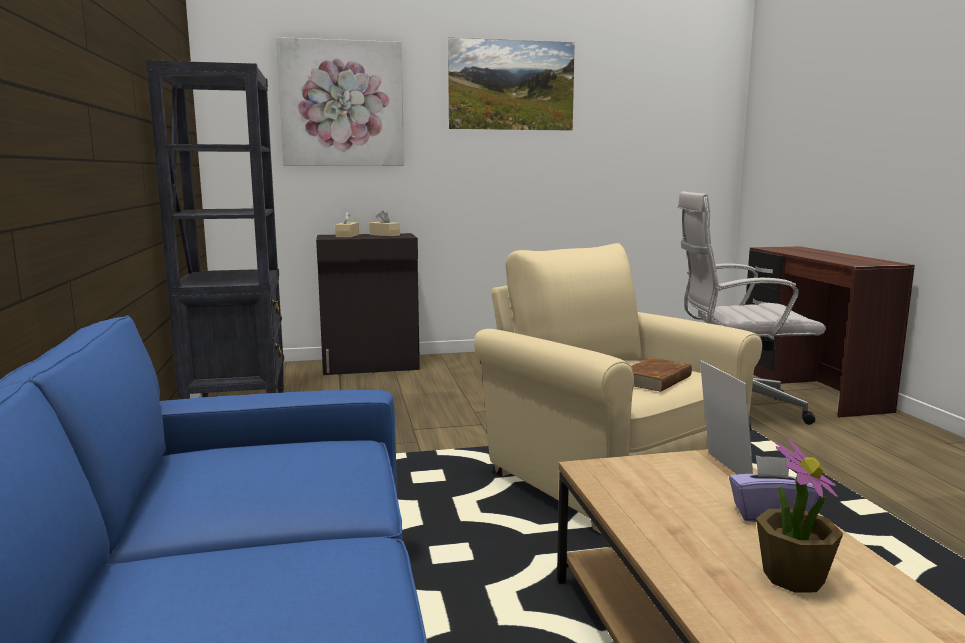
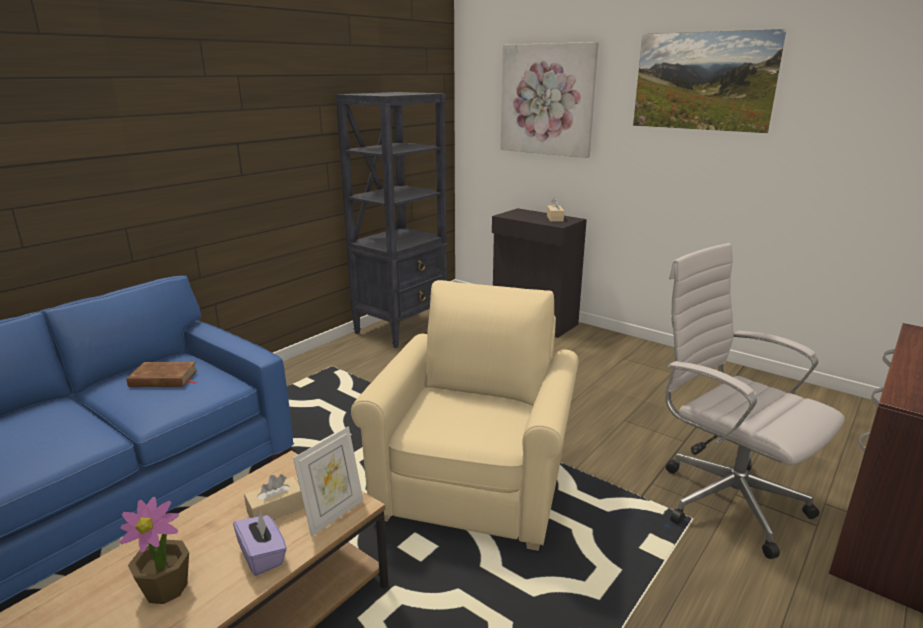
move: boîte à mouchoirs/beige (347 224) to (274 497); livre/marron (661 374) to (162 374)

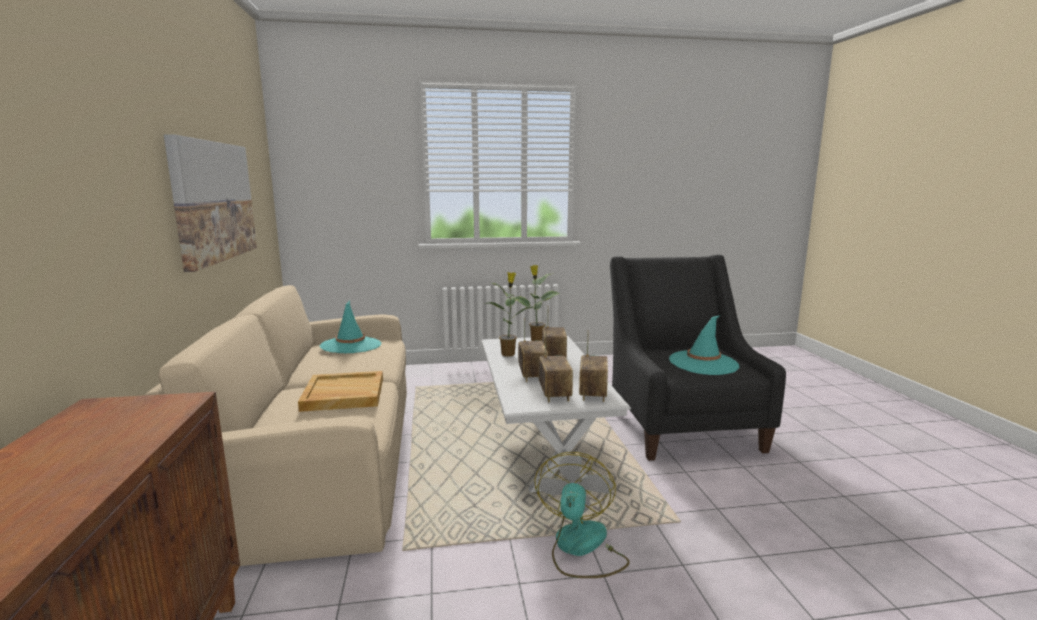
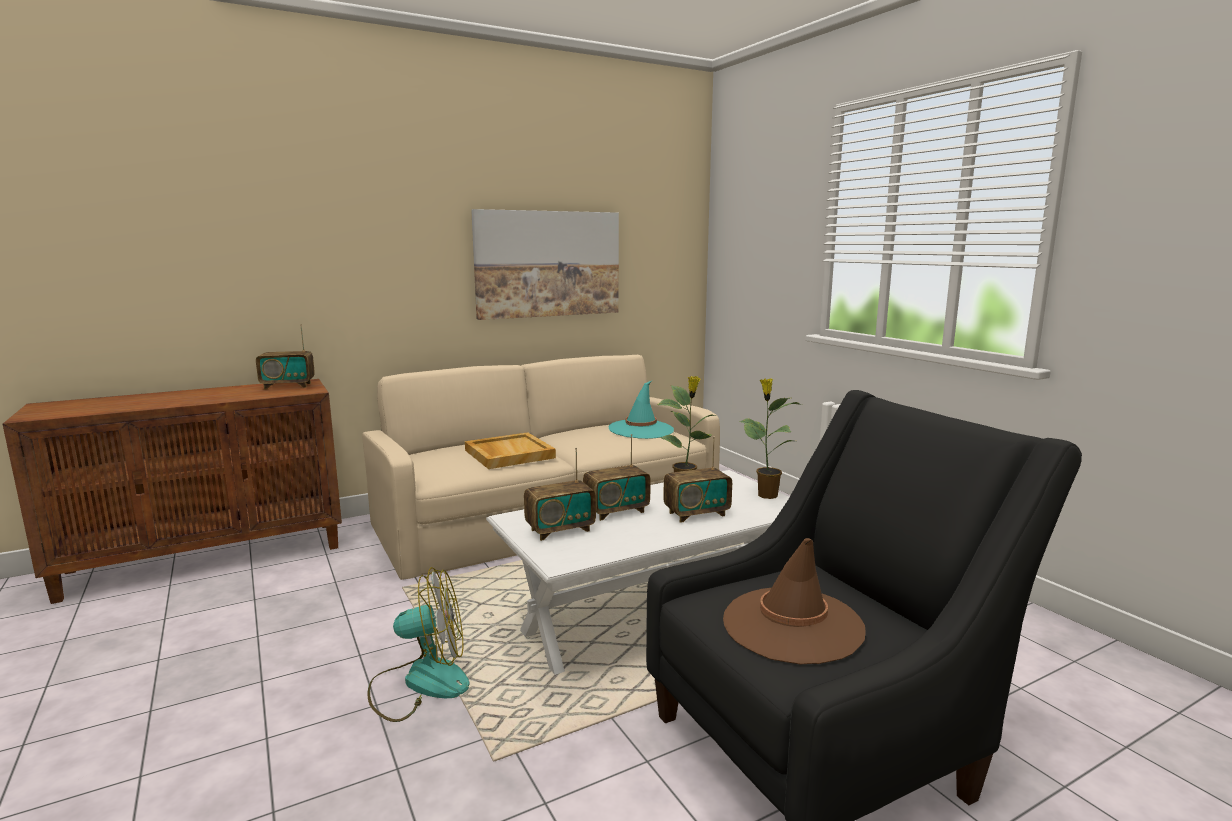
move: radio (593 366) to (285 356)
recolor: chapeau/turquoise (704 345) to chapeau/marron (794 601)

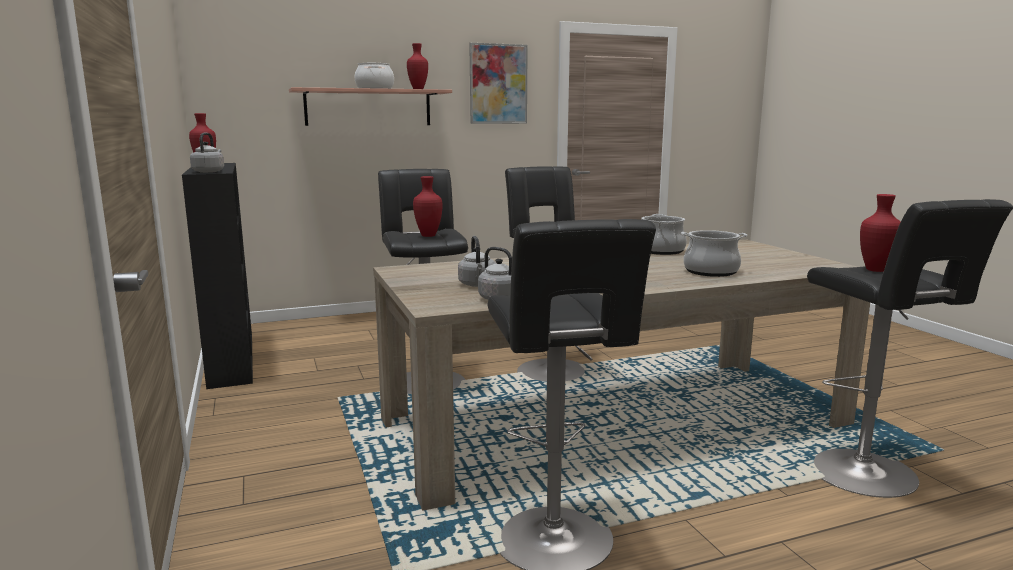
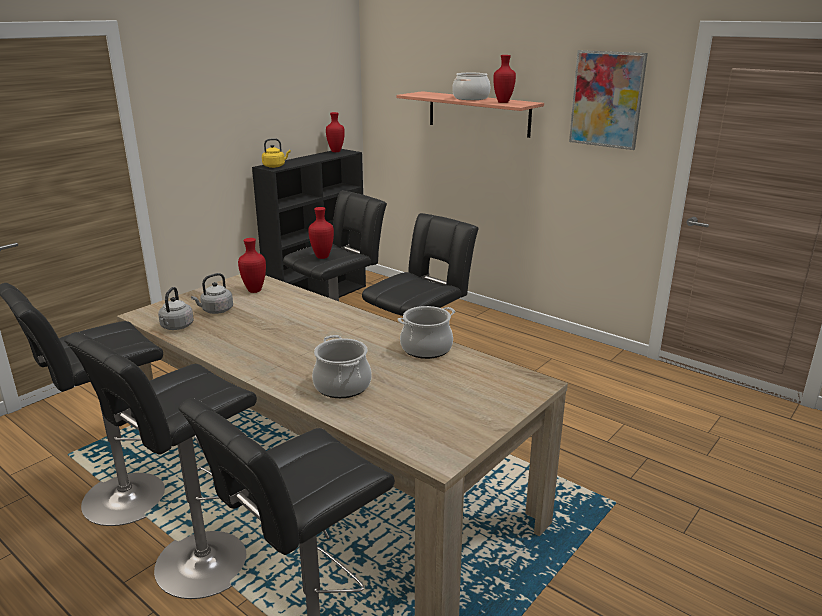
insert: tabouret/noir (160 465)
move: vase/rouge (880 233) to (252 265)
recolor: bouilloire/gris (207 153) to bouilloire/jaune (276 153)

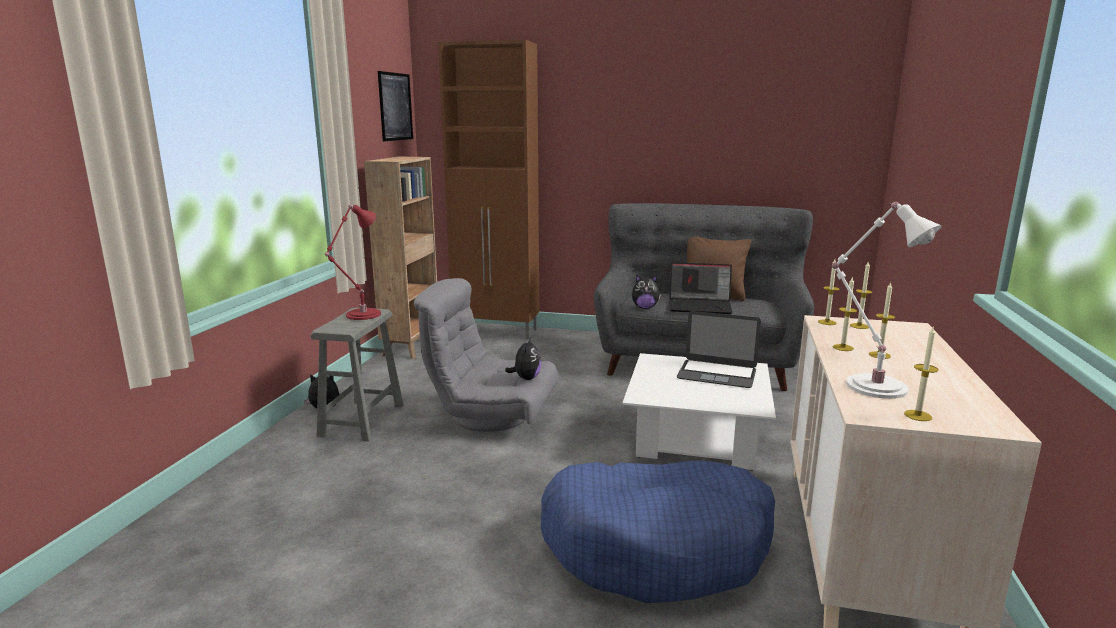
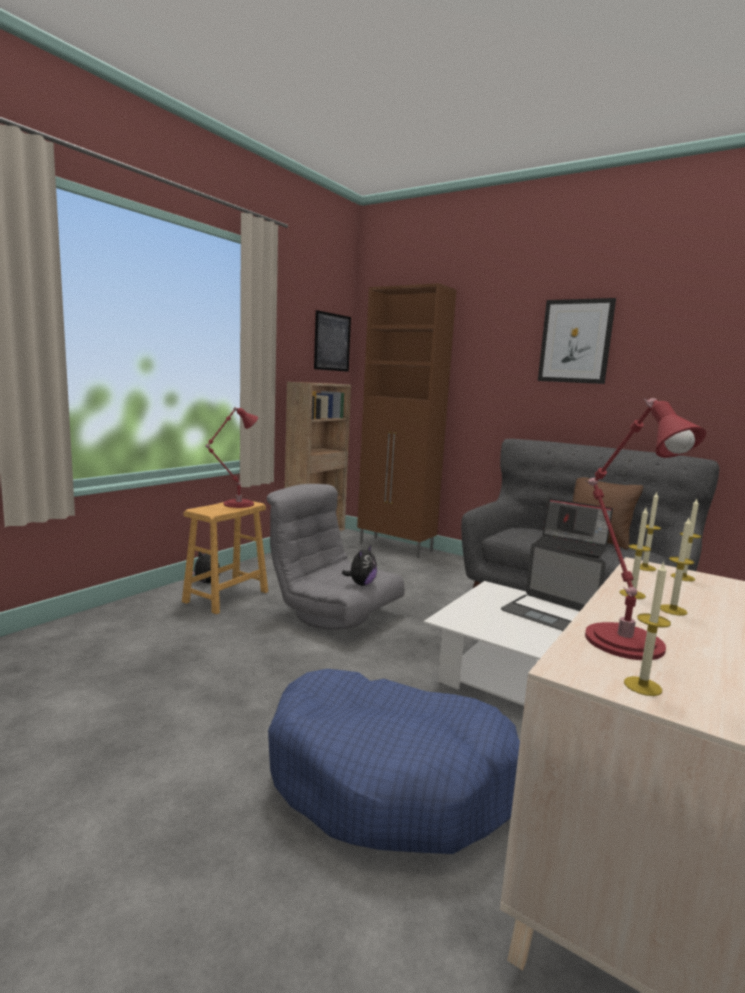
delete: peluche (646 292)
insert: tableau (577 341)
recolor: tabouret/gris (357 374) to tabouret/marron (225 557); lampe de table/blanc (885 300) to lampe de table/rouge (645 529)

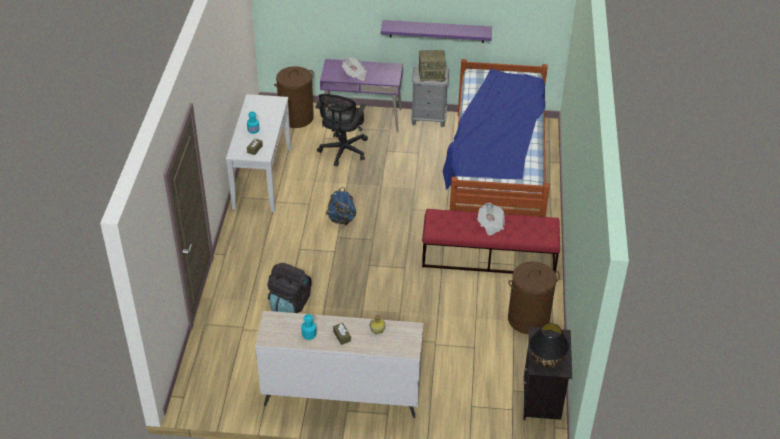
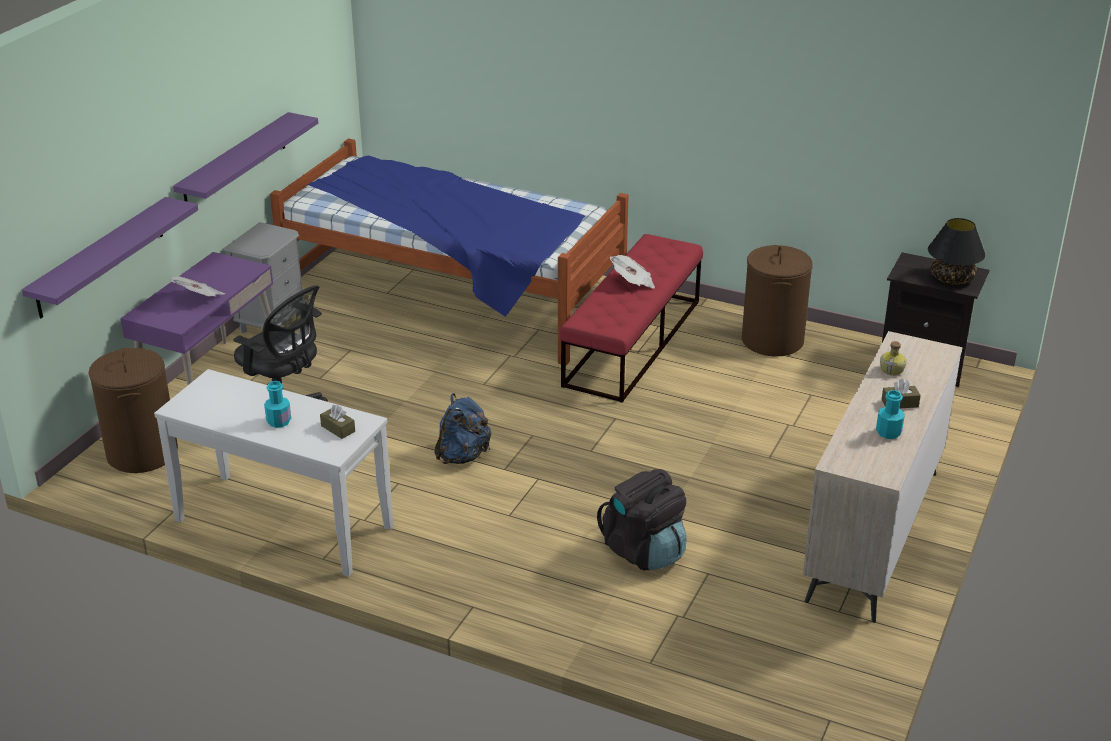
delete: radio (432 66)
insert: étagère/violet (110 257)

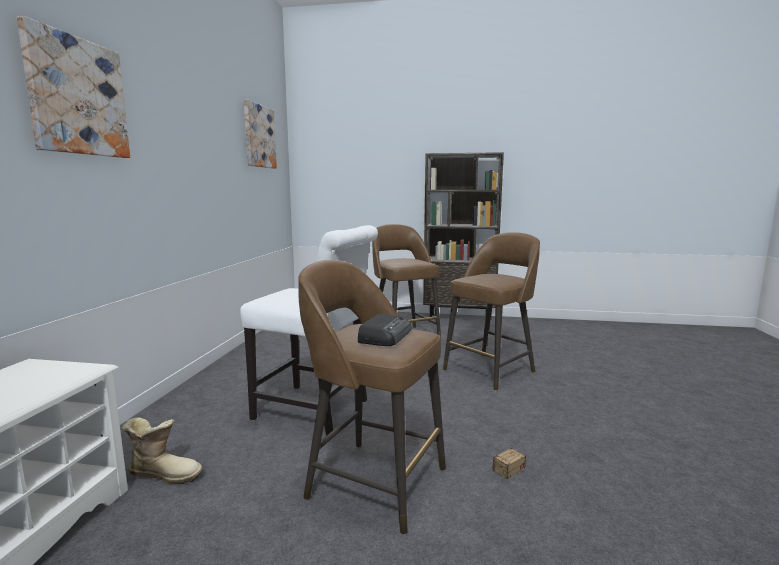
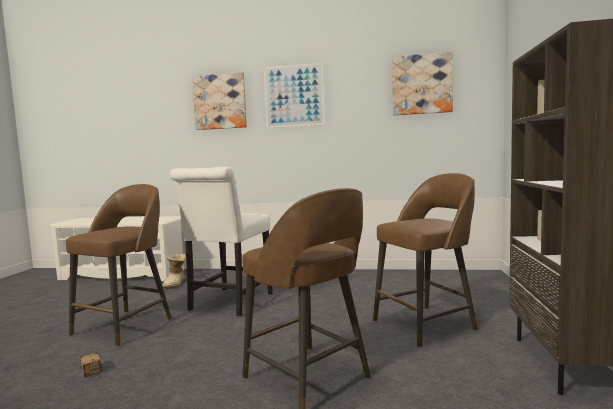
delete: radio (385 329)
insert: tableau (294 95)

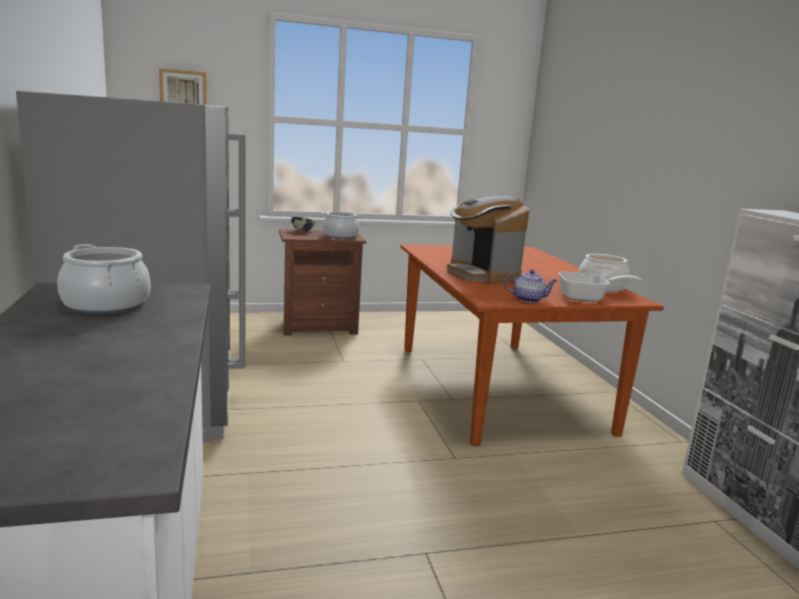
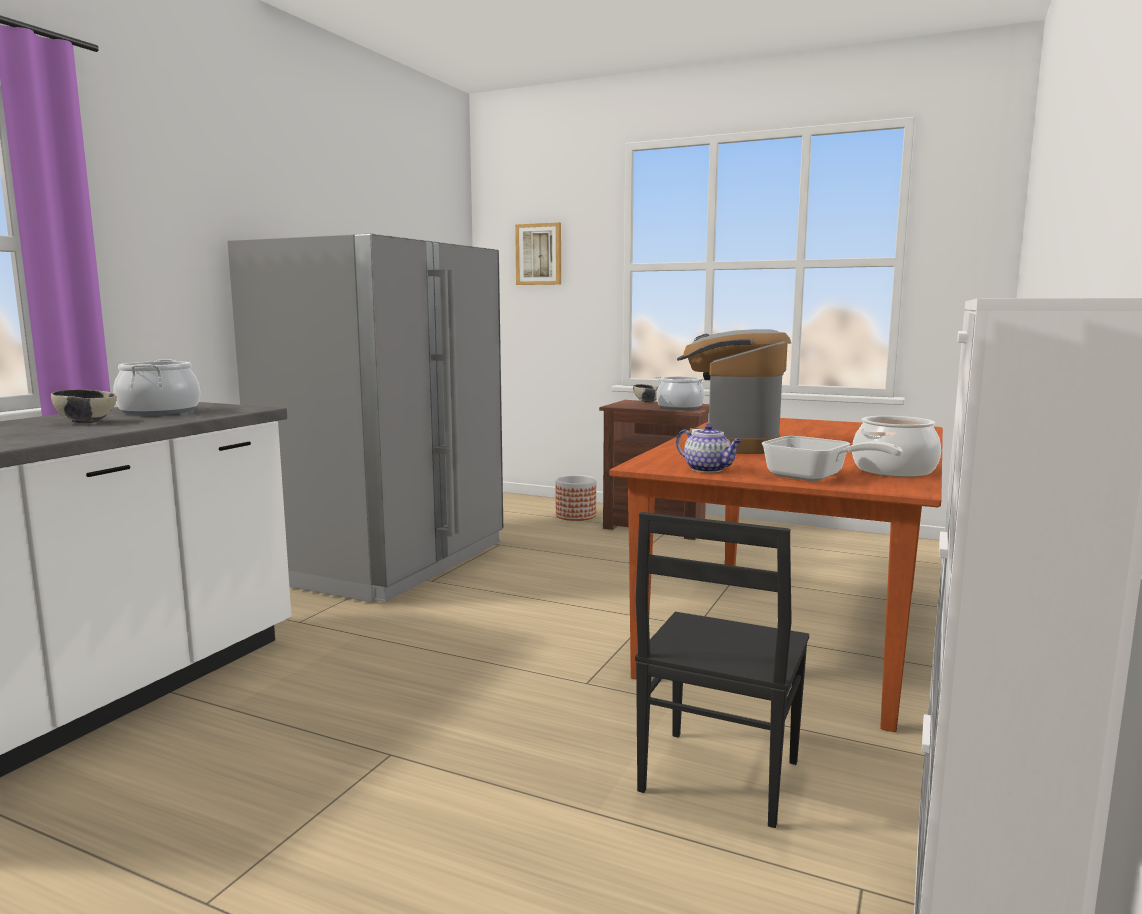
insert: bol (84 406); cache-pot (576 498); chaise/noir (722 670)

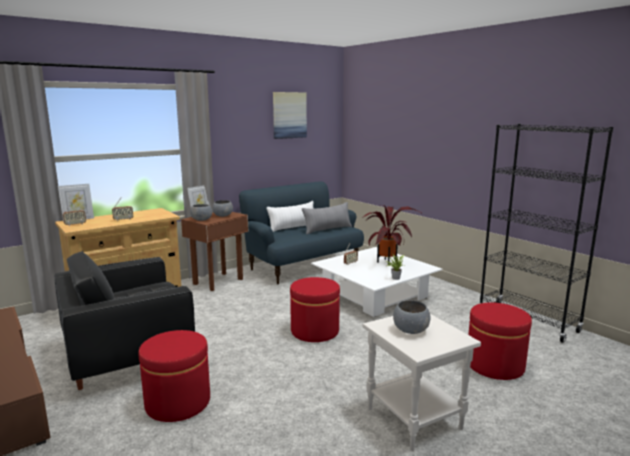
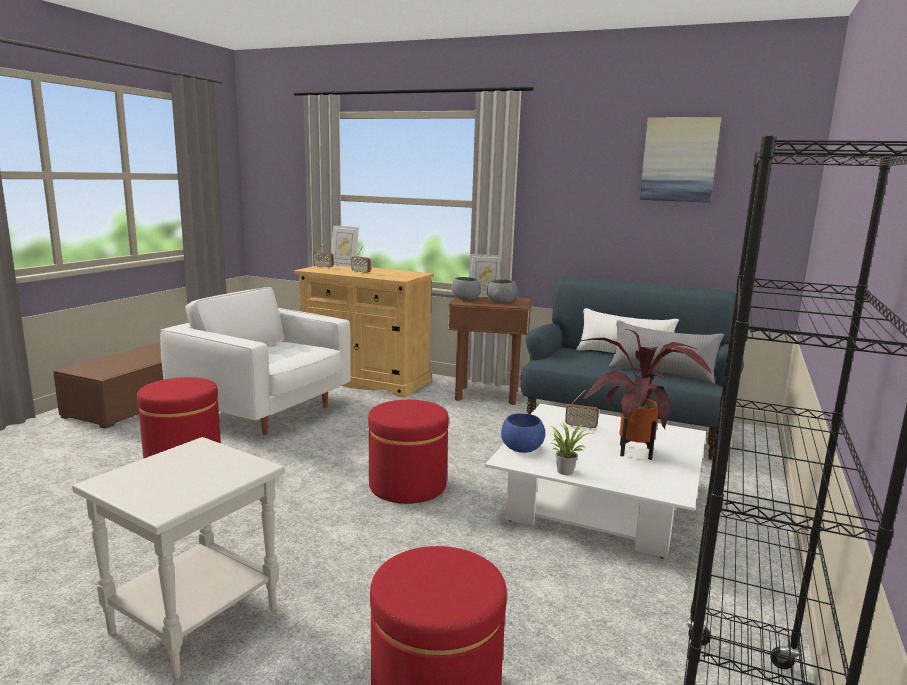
delete: bol/gris (412 317)
insert: bol/bleu (523 433)
recolor: fauteuil/noir (124 320) to fauteuil/blanc (255 361)

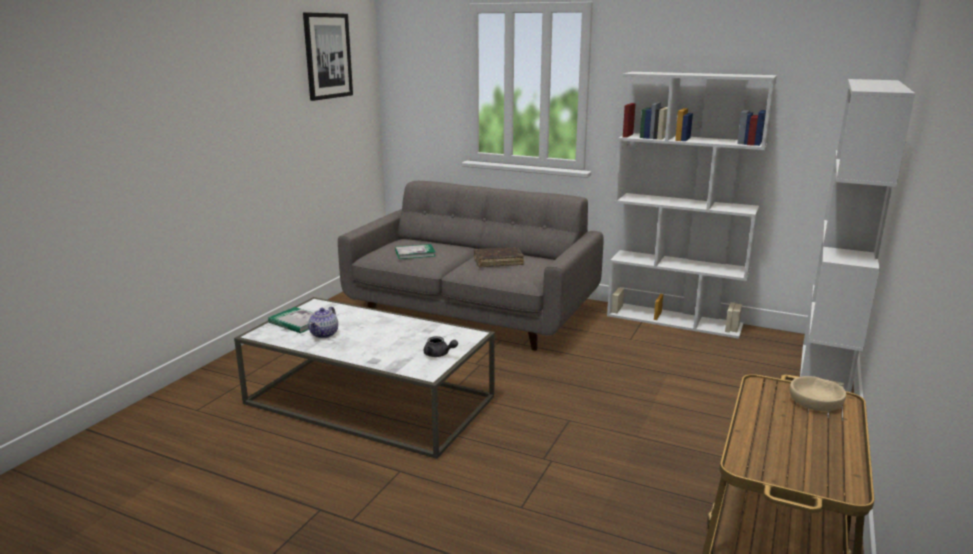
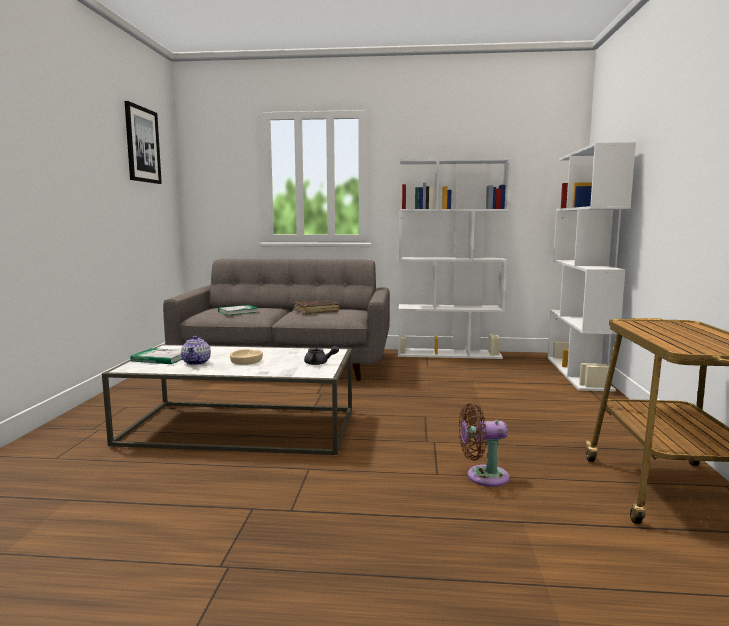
insert: ventilateur/marron (484 445)
move: bol/beige (818 393) to (246 357)

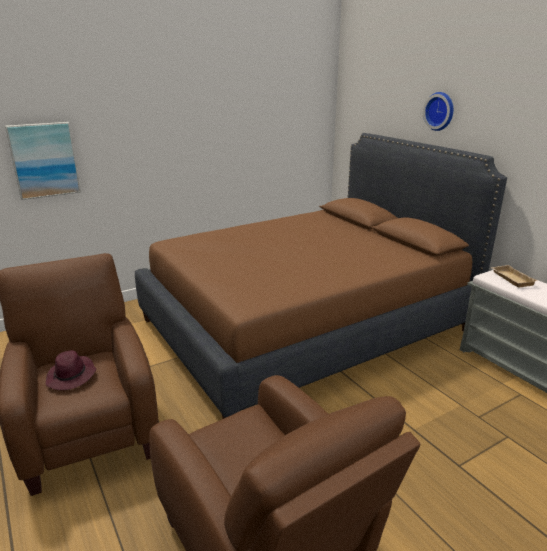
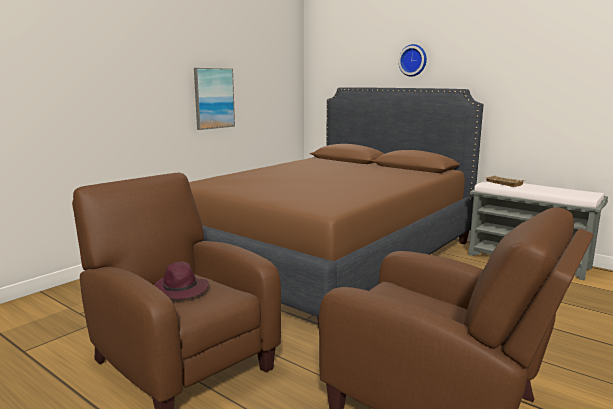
move: tableau (43 161) to (214 99)

